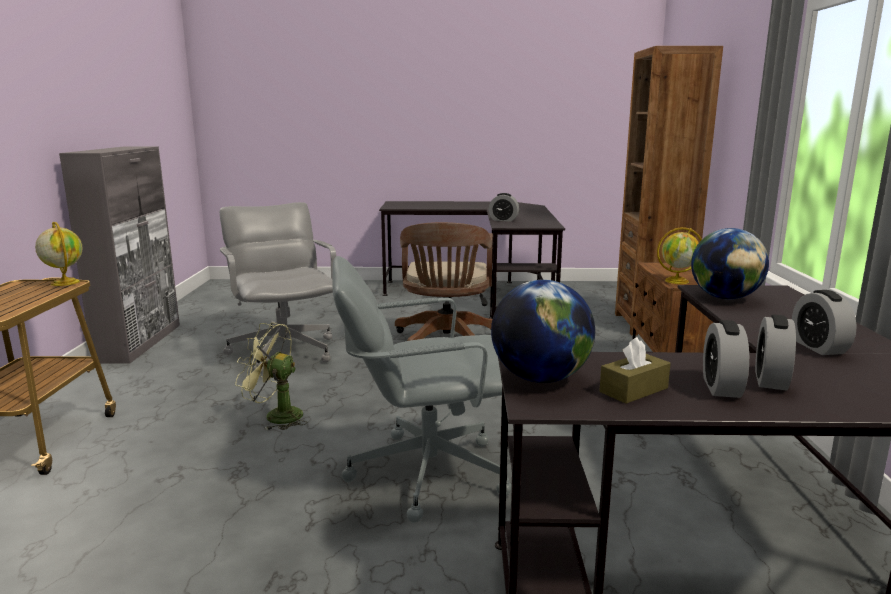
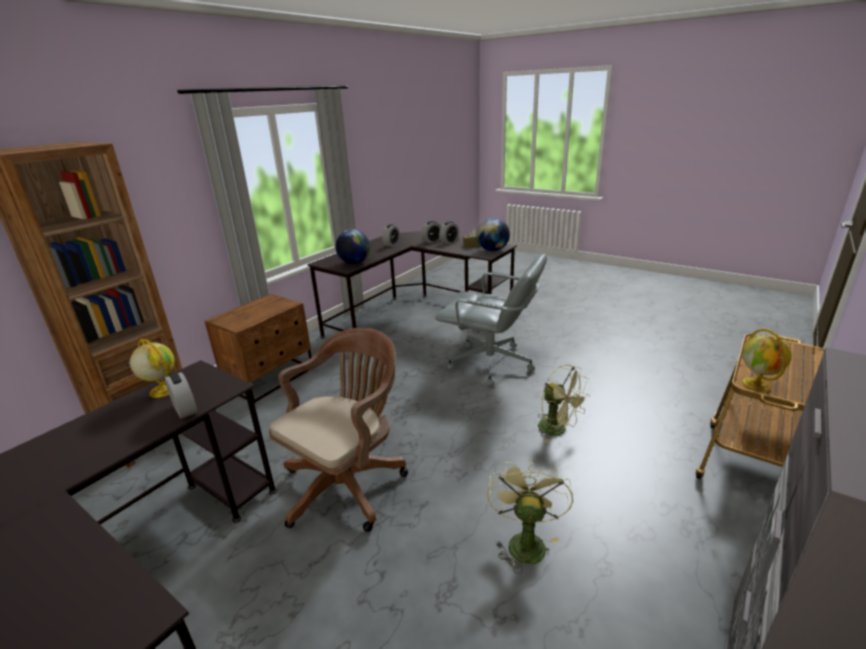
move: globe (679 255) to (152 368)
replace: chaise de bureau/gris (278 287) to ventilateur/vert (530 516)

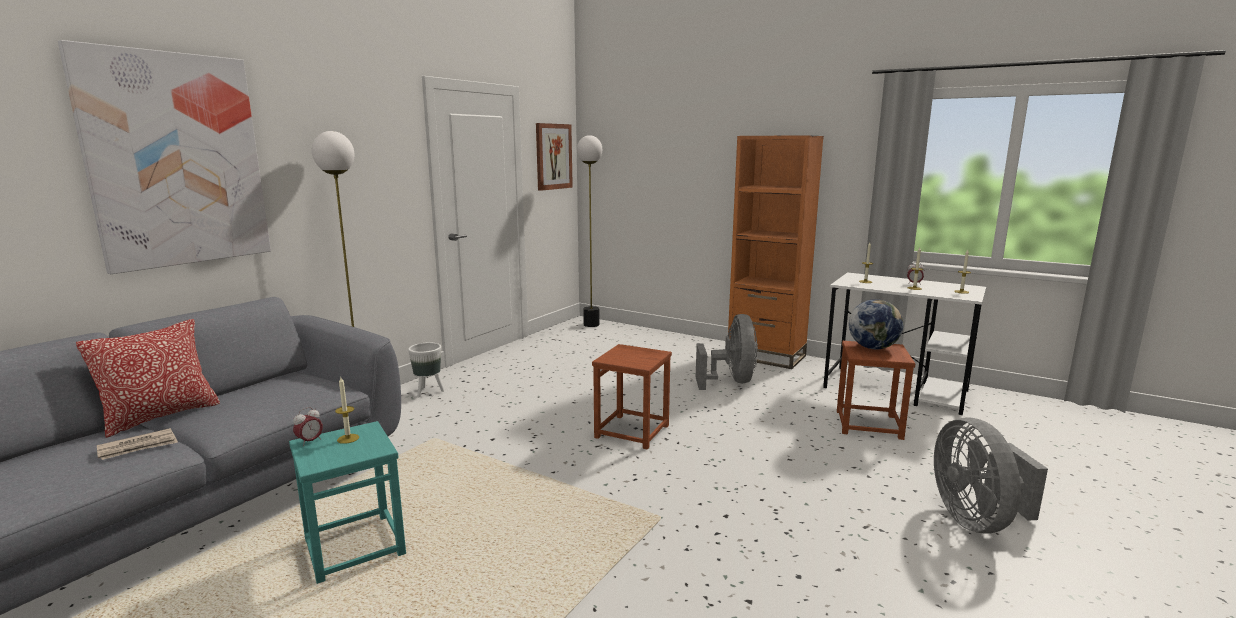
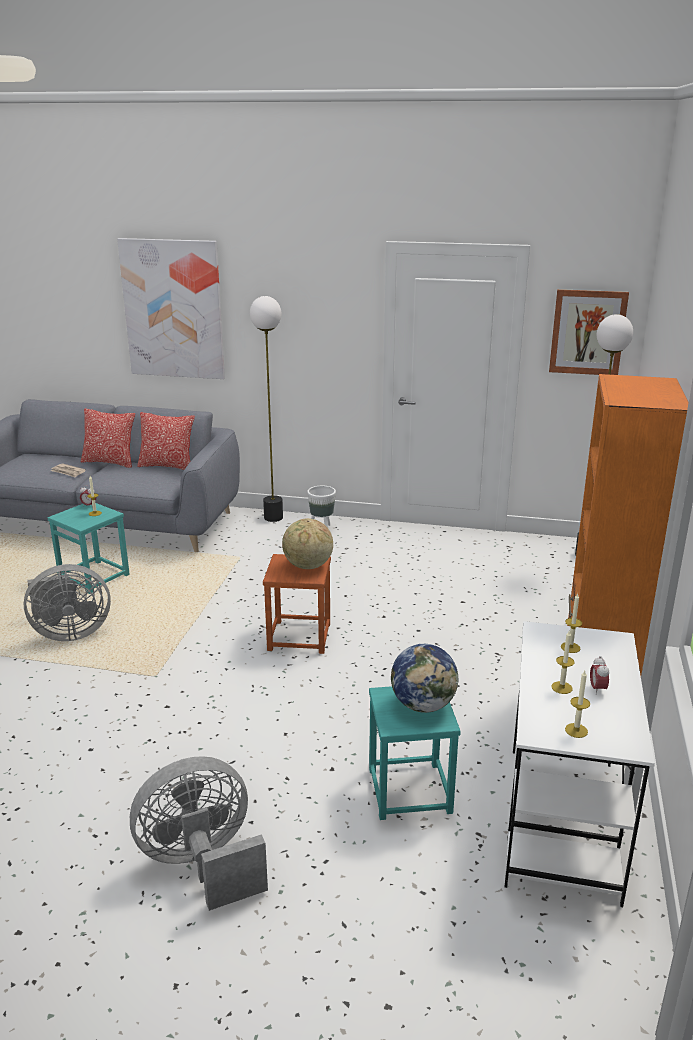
insert: coussin (166 441); globe (307 543)
move: ventilateur/gris (727 352) to (67 602)
recolor: tabouret/marron (876 390) to tabouret/turquoise (415 753)

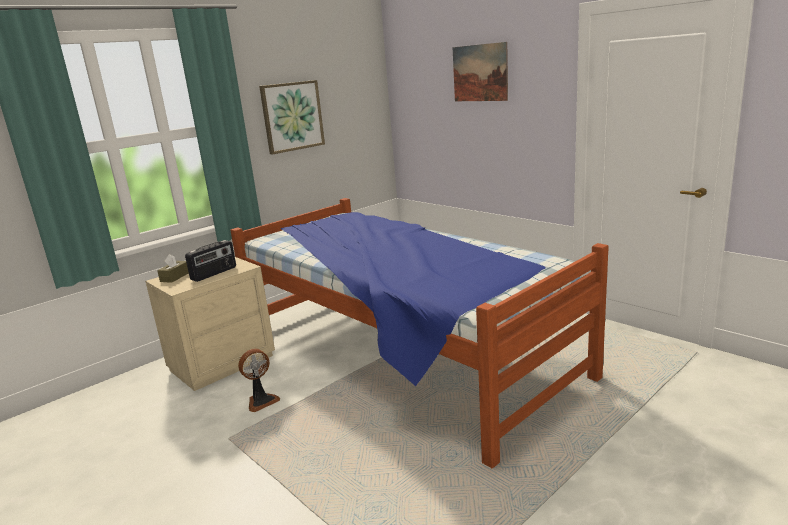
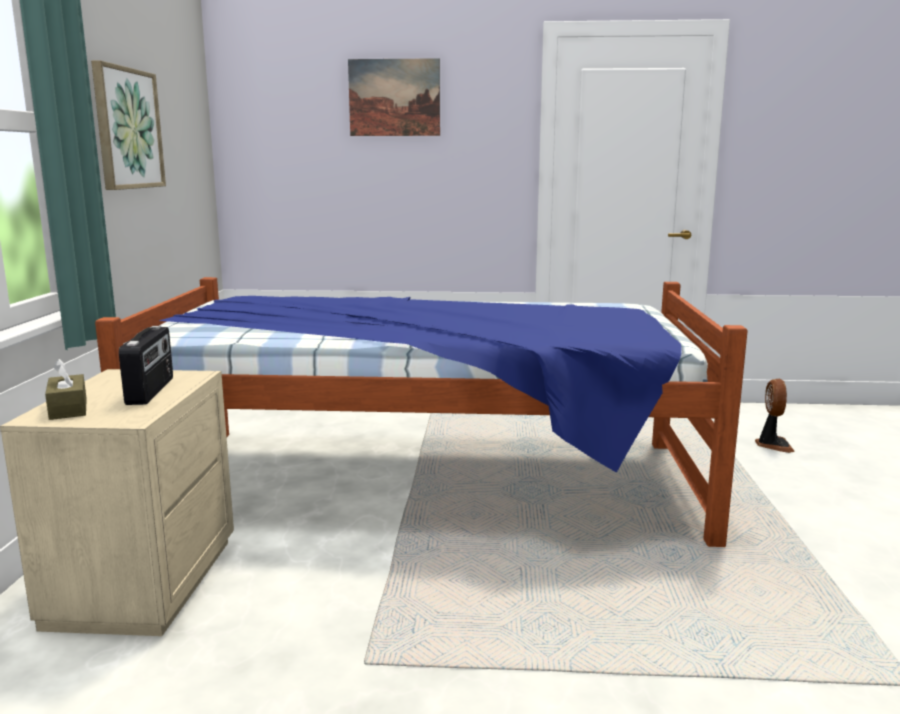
move: ventilateur (259 380) to (775 416)

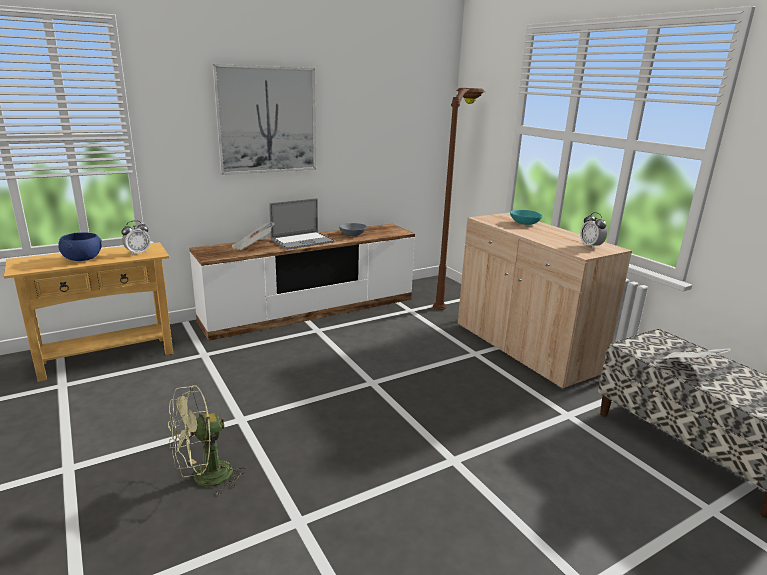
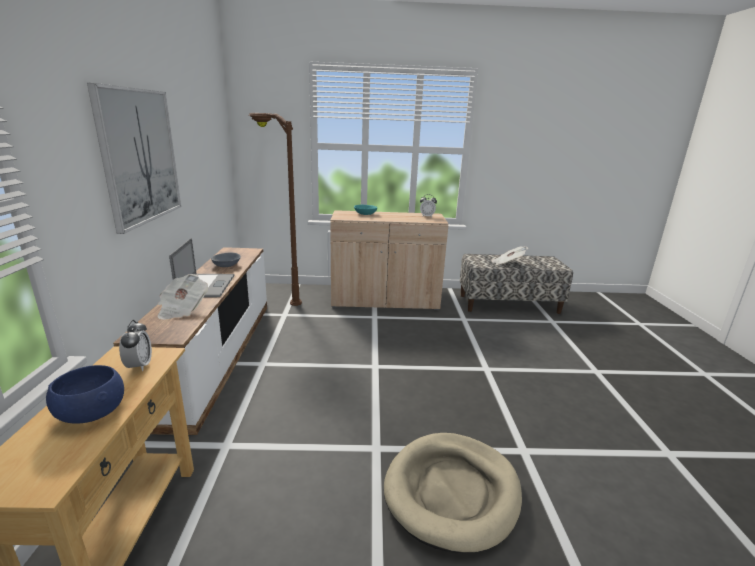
replace: ventilateur/vert (207 440) to panier pour chien/beige (453 493)

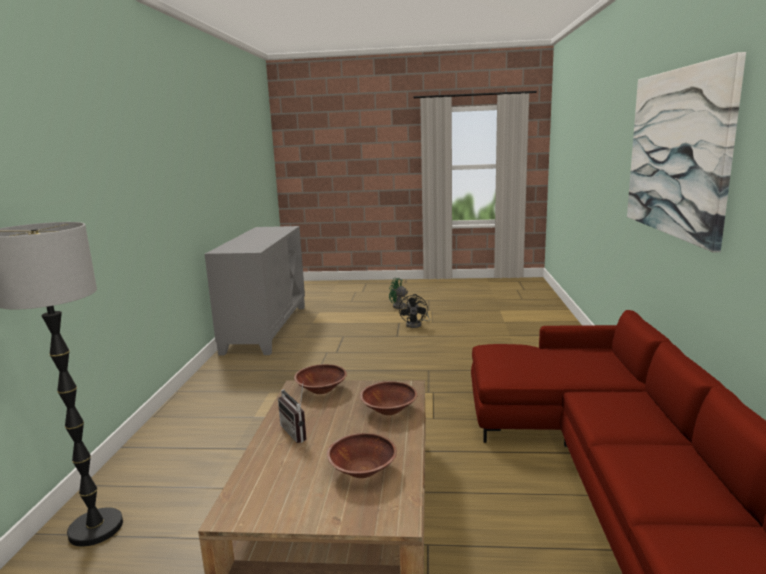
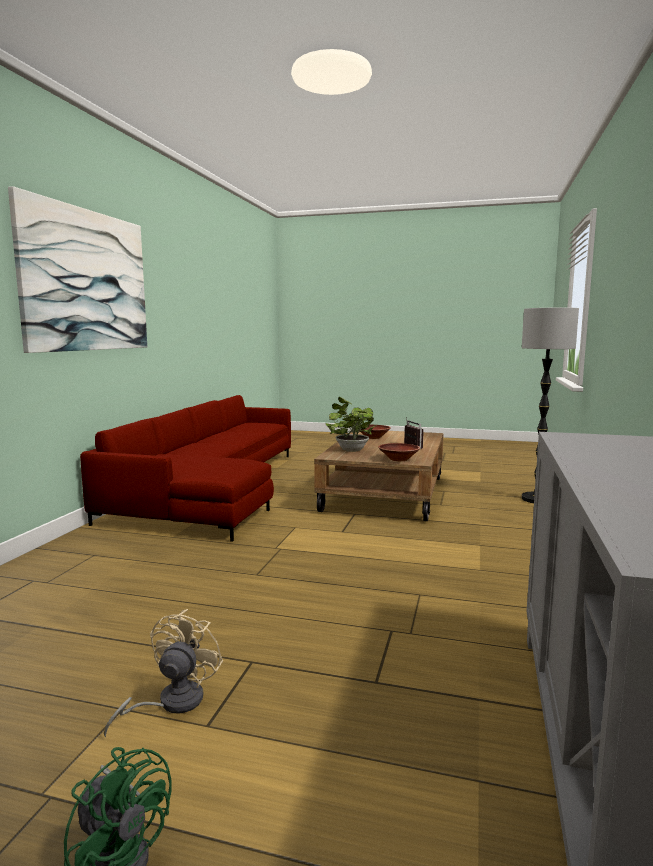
replace: bol/marron (389 398) to plante en pot (351 424)
recolor: ventilateur/noir (414 311) to ventilateur/beige (163 673)

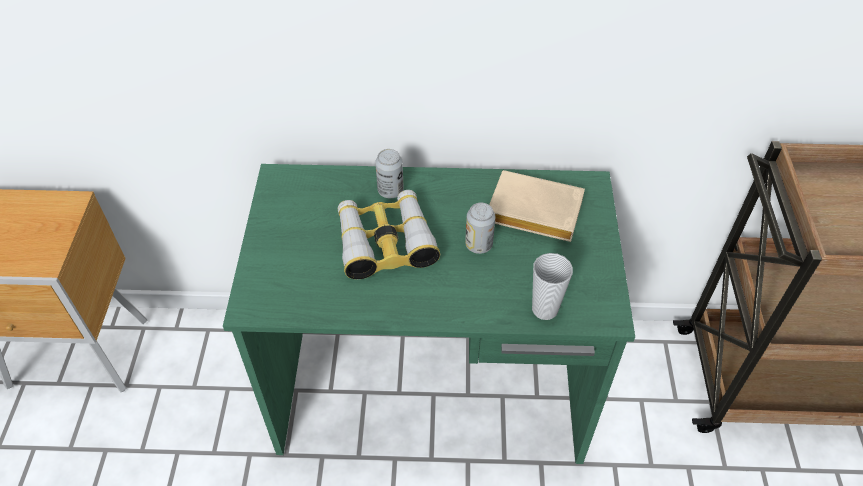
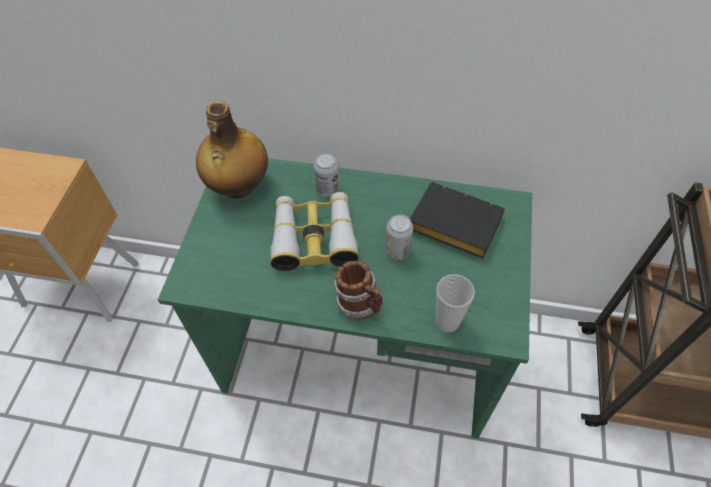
insert: bouteille (232 150); mug (358 290)
recolor: livre/beige (537 206) to livre/noir (457 220)

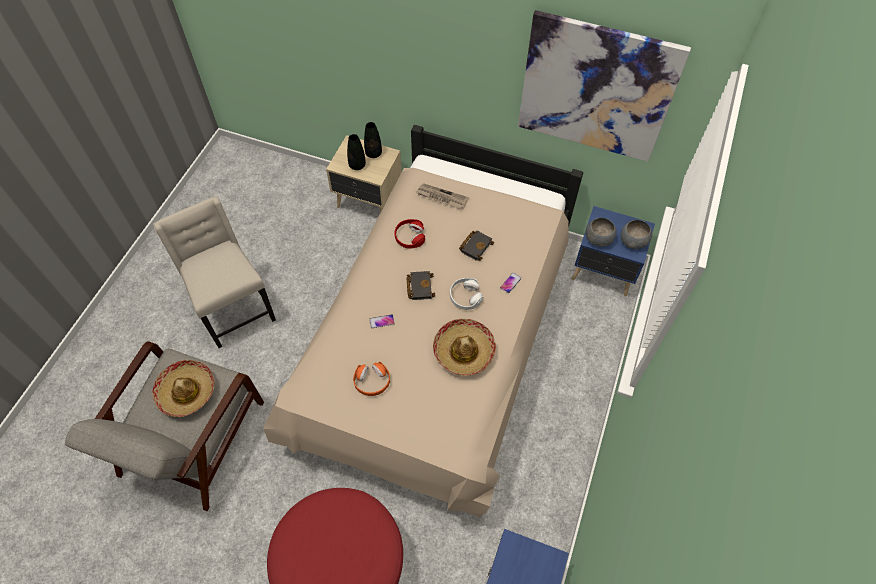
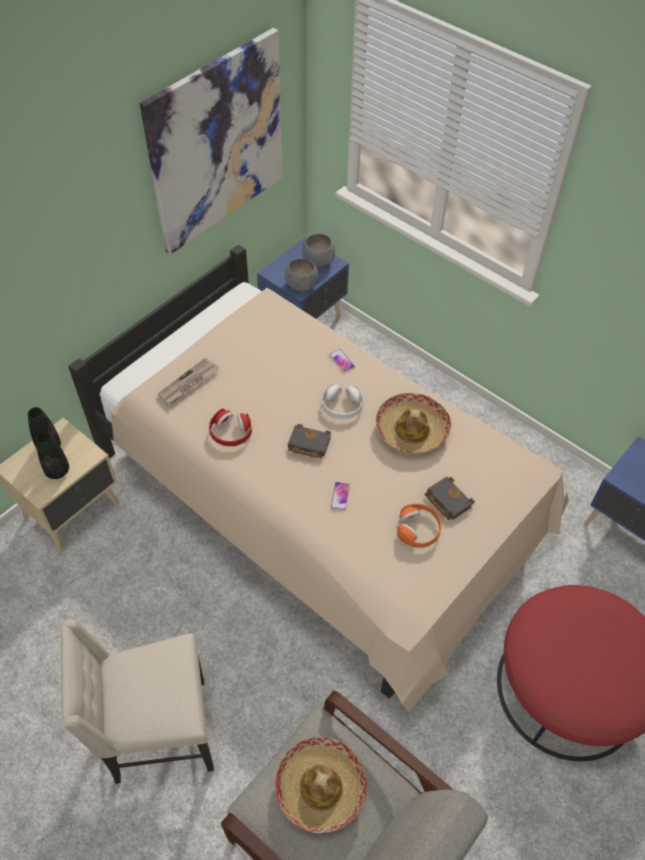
move: livre/noir (476 246) to (450 498)

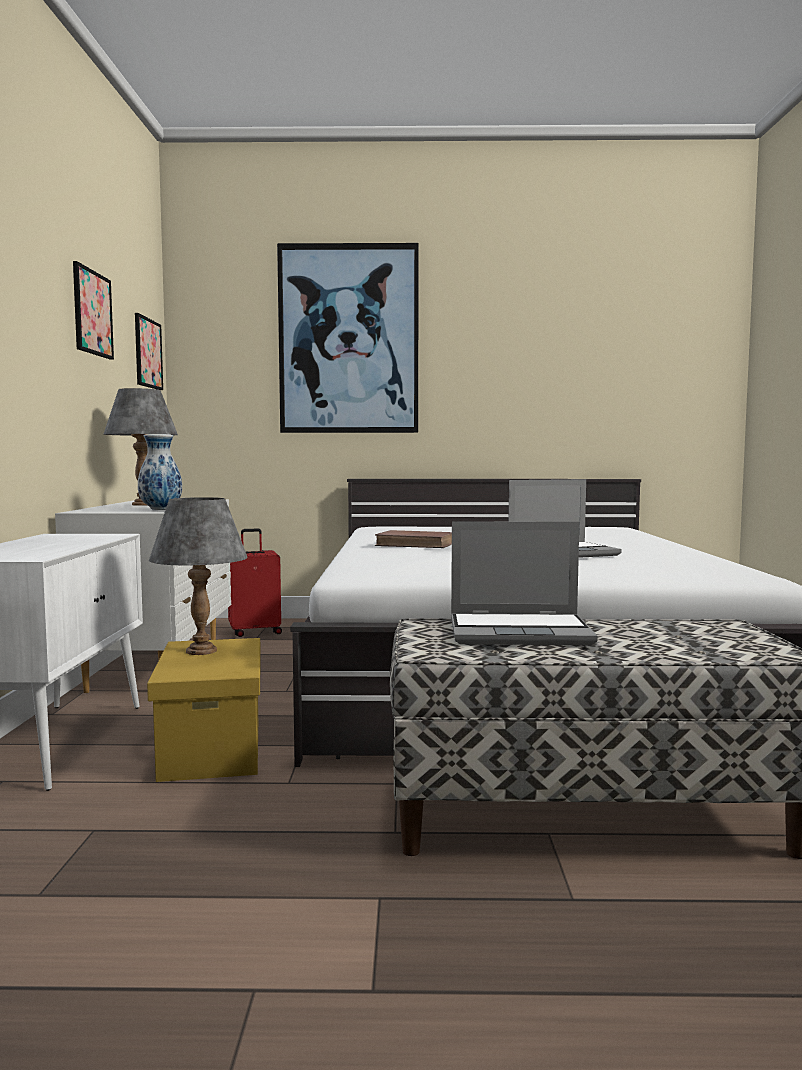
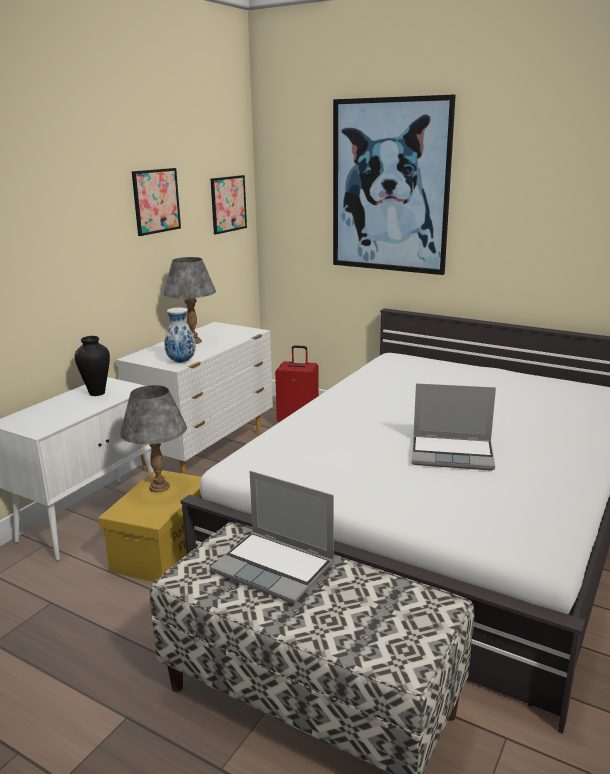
delete: livre/marron (413 539)
insert: vase (92 366)

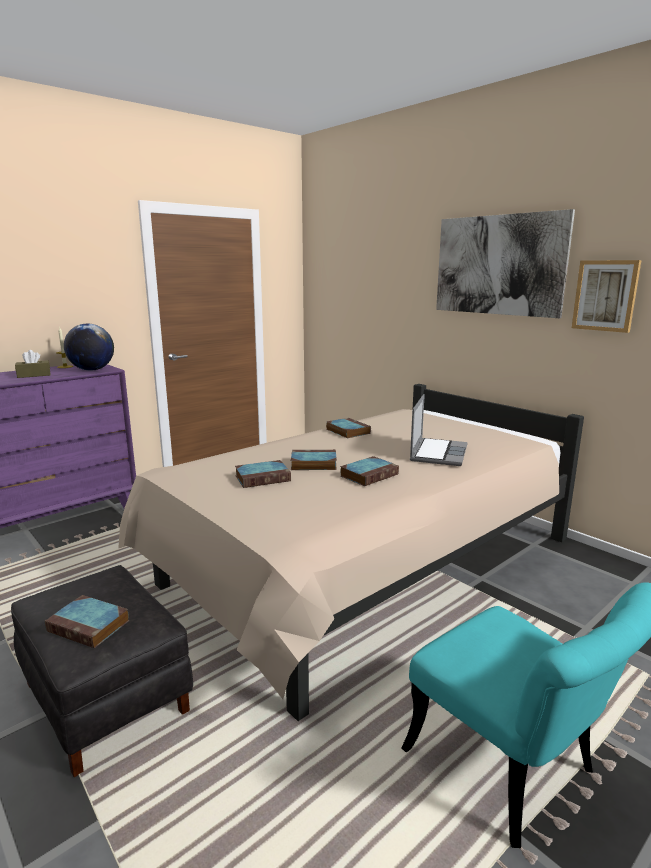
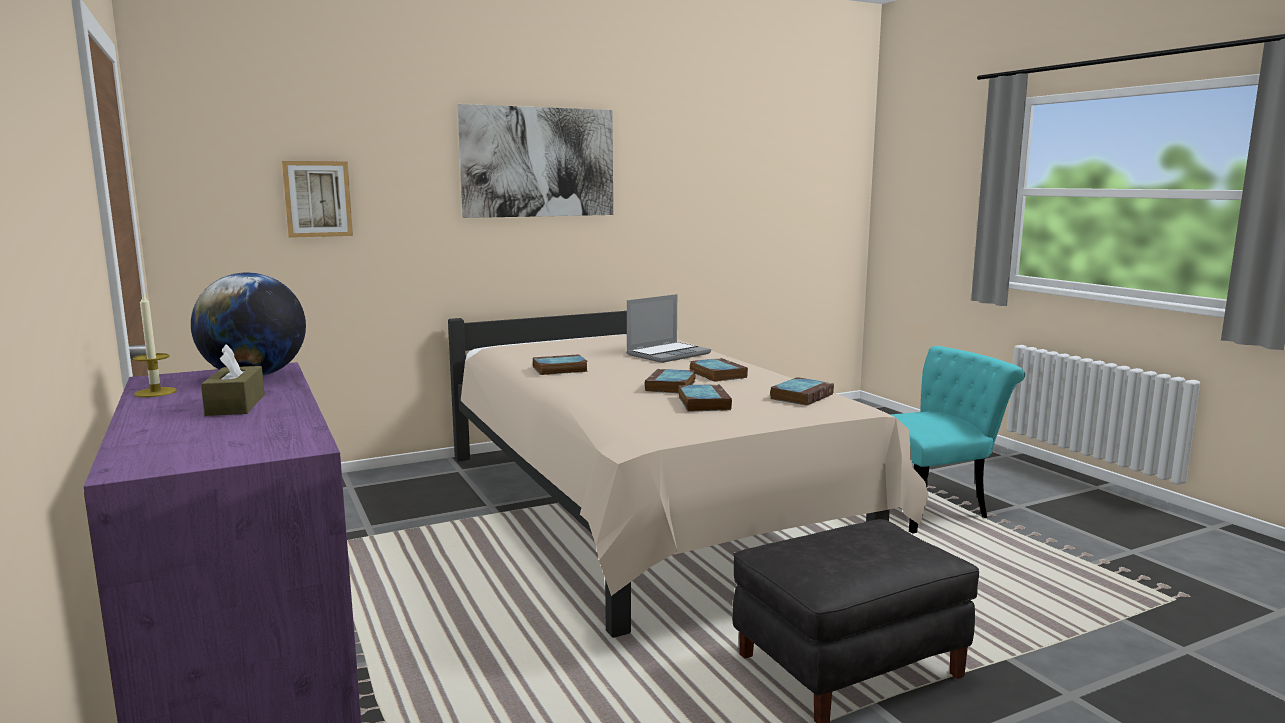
move: livre (87 621) to (802 391); tableau (606 296) to (317 199)
rotate: ordinateur portable (439 430) = (668 328) 105 degrees clockwise

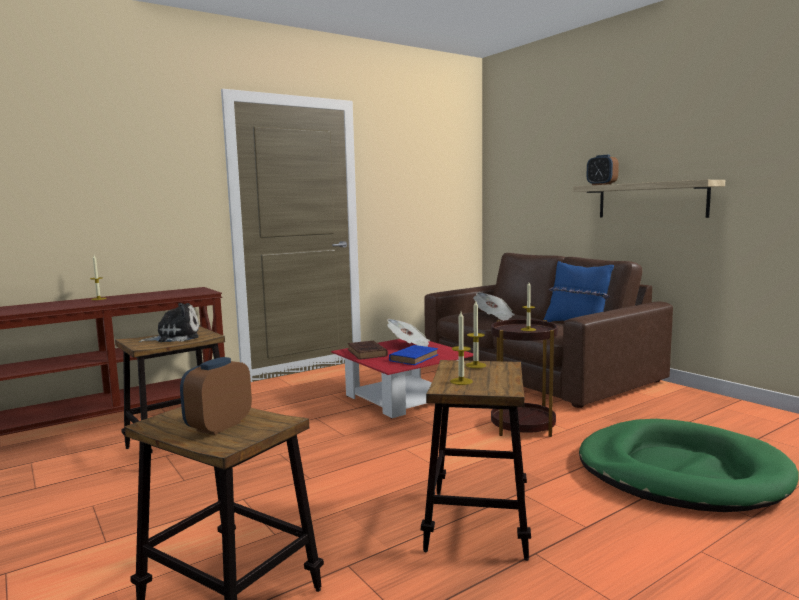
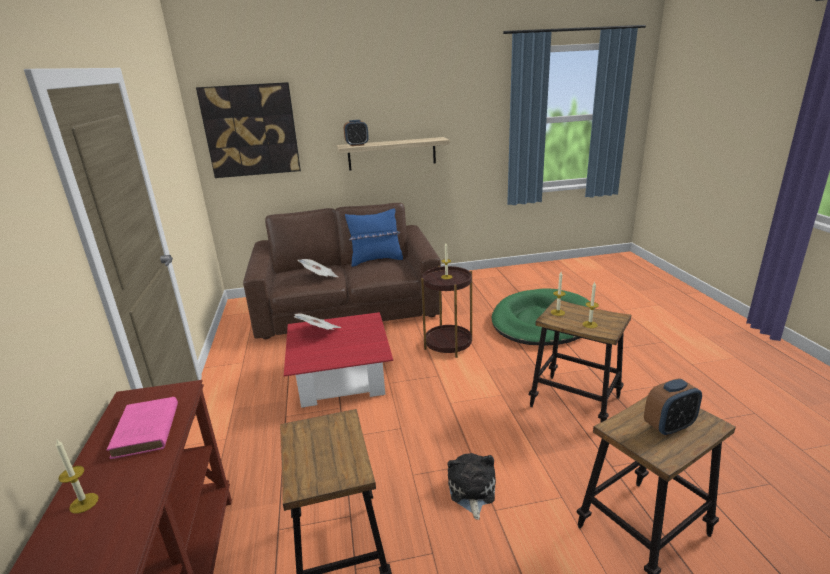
delete: livre/marron (368 350); livre/bleu (413 355)
insert: livre/rose (142 428); tableau (248 130)
move: peluche (169 322) to (472 486)
rotate: réveil (216 396) = (673 407) 75 degrees counterclockwise

